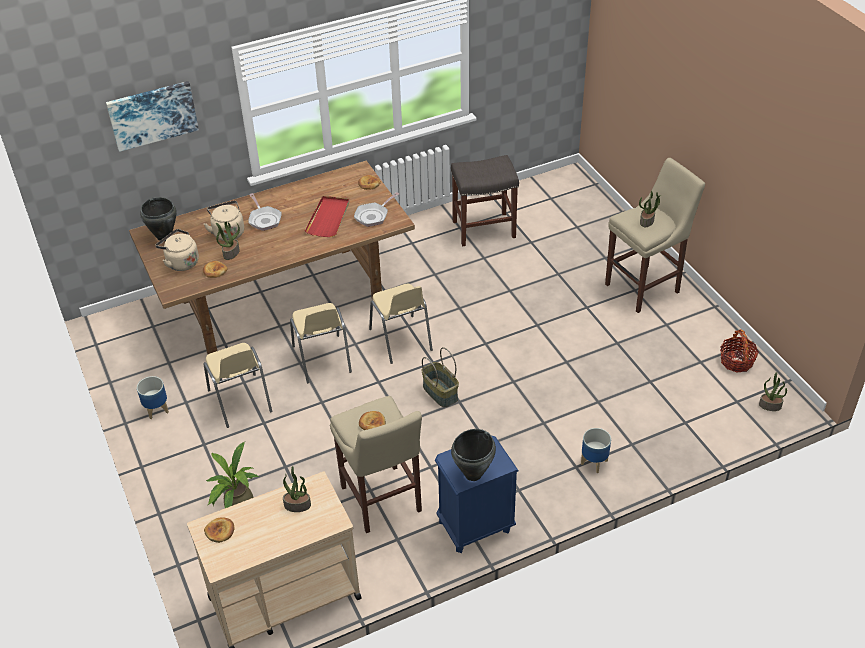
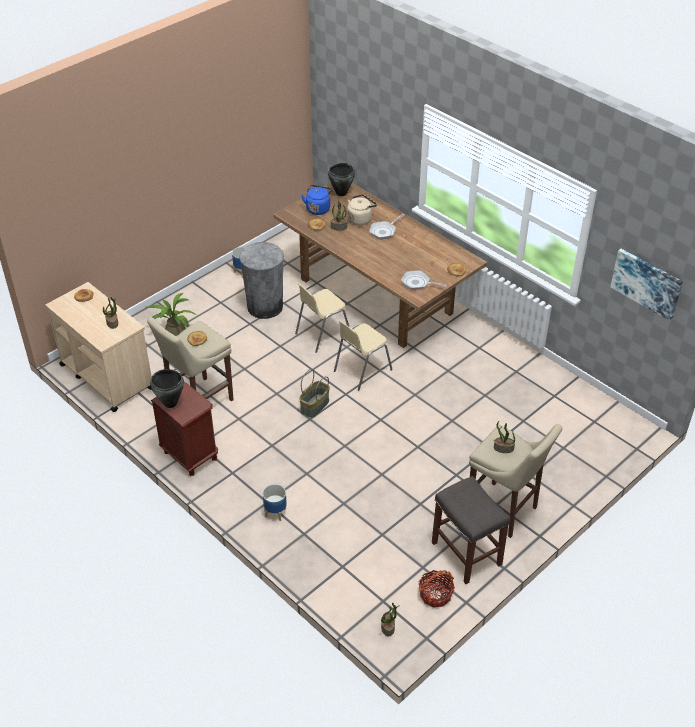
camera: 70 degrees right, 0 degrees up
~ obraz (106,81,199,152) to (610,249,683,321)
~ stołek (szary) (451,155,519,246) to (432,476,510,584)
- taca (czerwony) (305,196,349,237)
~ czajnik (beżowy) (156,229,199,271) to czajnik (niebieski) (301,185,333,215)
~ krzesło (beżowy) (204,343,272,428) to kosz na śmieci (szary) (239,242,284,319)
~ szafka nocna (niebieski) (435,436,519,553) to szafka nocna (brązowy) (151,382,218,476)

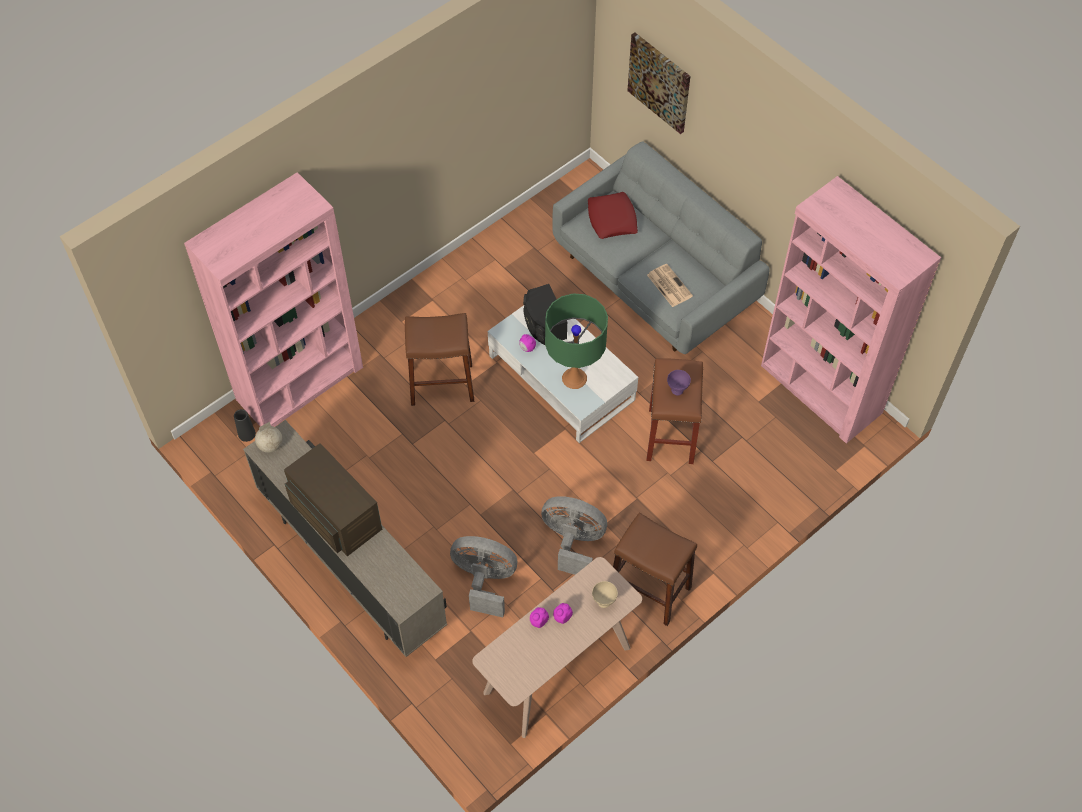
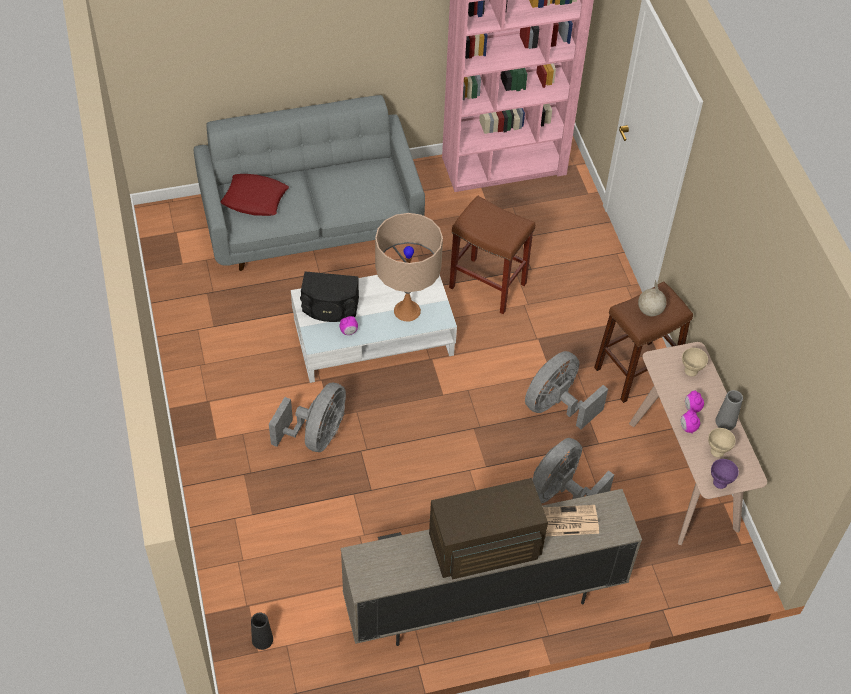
camera: 65 degrees left, 5 degrees down
- obraz (627,32,690,134)
- regał (różowy) (184,172,363,427)
~ gazeta (647,264,693,307) to (543,505,599,536)
~ lampa stołowa (zielony) (545,293,608,389) to lampa stołowa (beżowy) (375,213,443,321)
~ stołek (brązowy) (405,313,474,406) to wentylator (szary) (269,383,346,452)
~ miska (fioletowy) (667,370,691,395) to (711,459,739,489)
~ globus (255,422,282,453) to (638,279,666,316)
+ wazon (szary) (715,390,743,430)
+ miska (beżowy) (708,428,736,457)

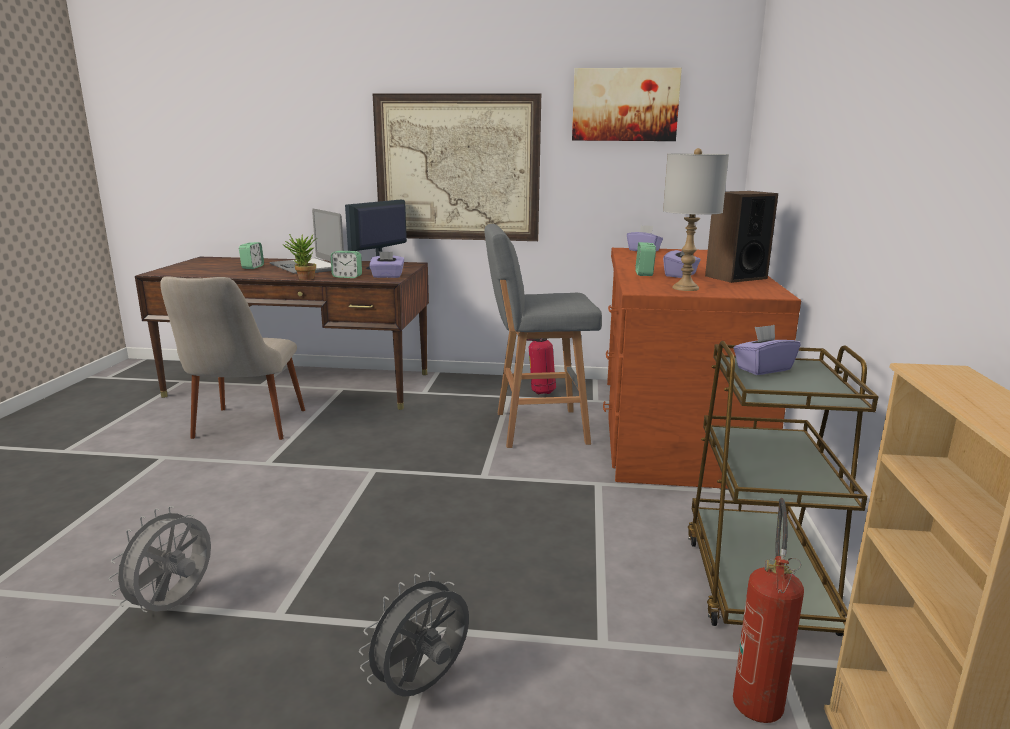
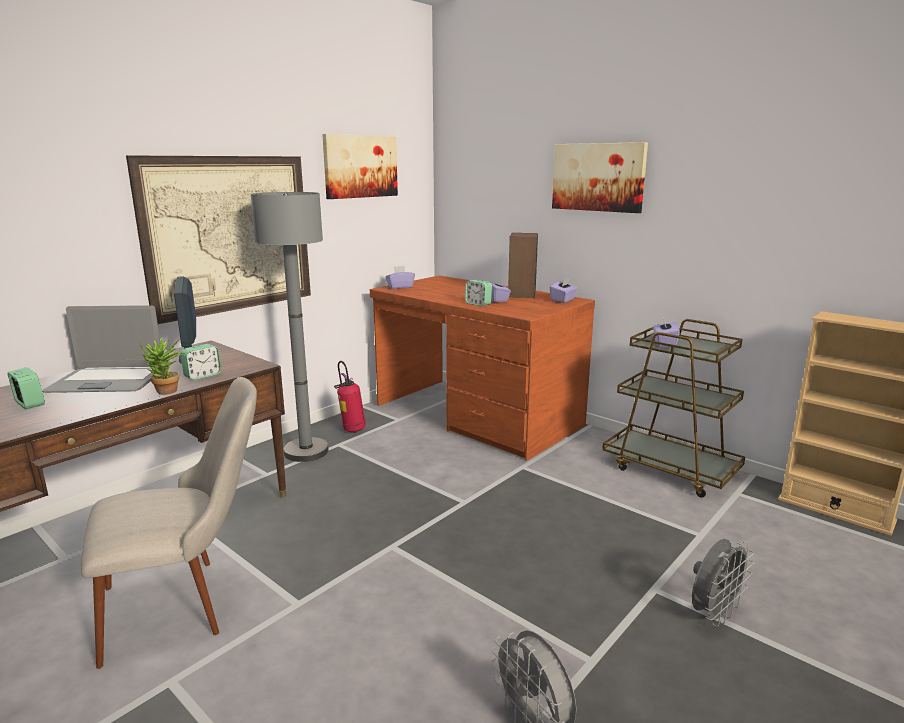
camera: 55 degrees left, 0 degrees up
- lampa stołowa (szary) (663,148,729,291)
- stołek (szary) (485,224,602,448)
~ pudełko chusteczek (fioletowy) (369,251,404,278) to (550,278,578,303)
~ krzesło (beżowy) (160,277,305,440) = (81,377,257,669) 60 degrees counterclockwise
- gaśnica (733,498,804,723)
~ wentylator (szary) (359,571,469,697) = (692,539,754,627) 120 degrees counterclockwise
+ obraz (552,142,648,213)
+ lampa stojąca (szary) (251,192,329,462)

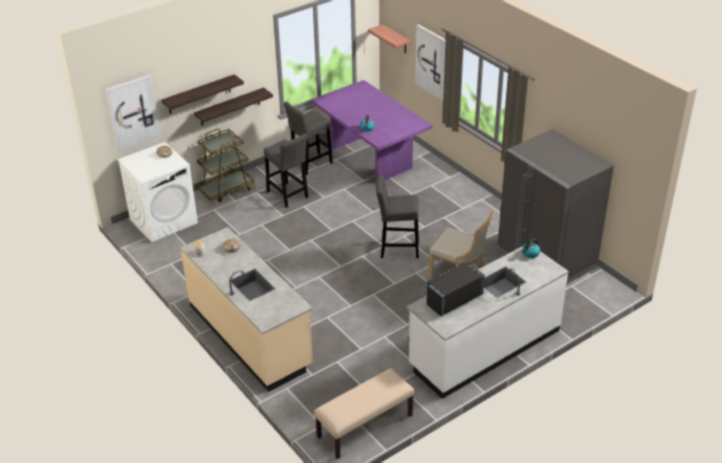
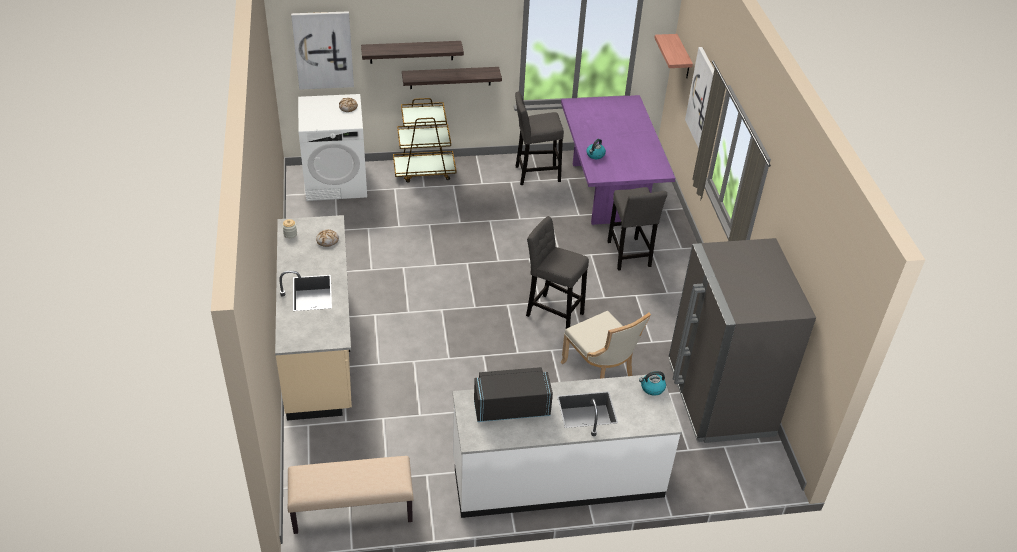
camera: 25 degrees right, 5 degrees up
~ stołek (szary) (264,134,308,208) to (607,187,667,271)

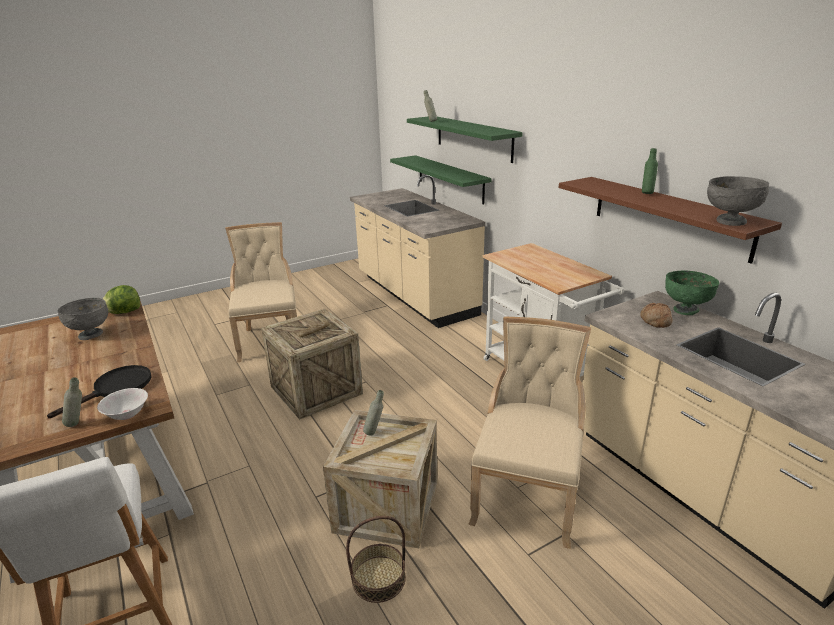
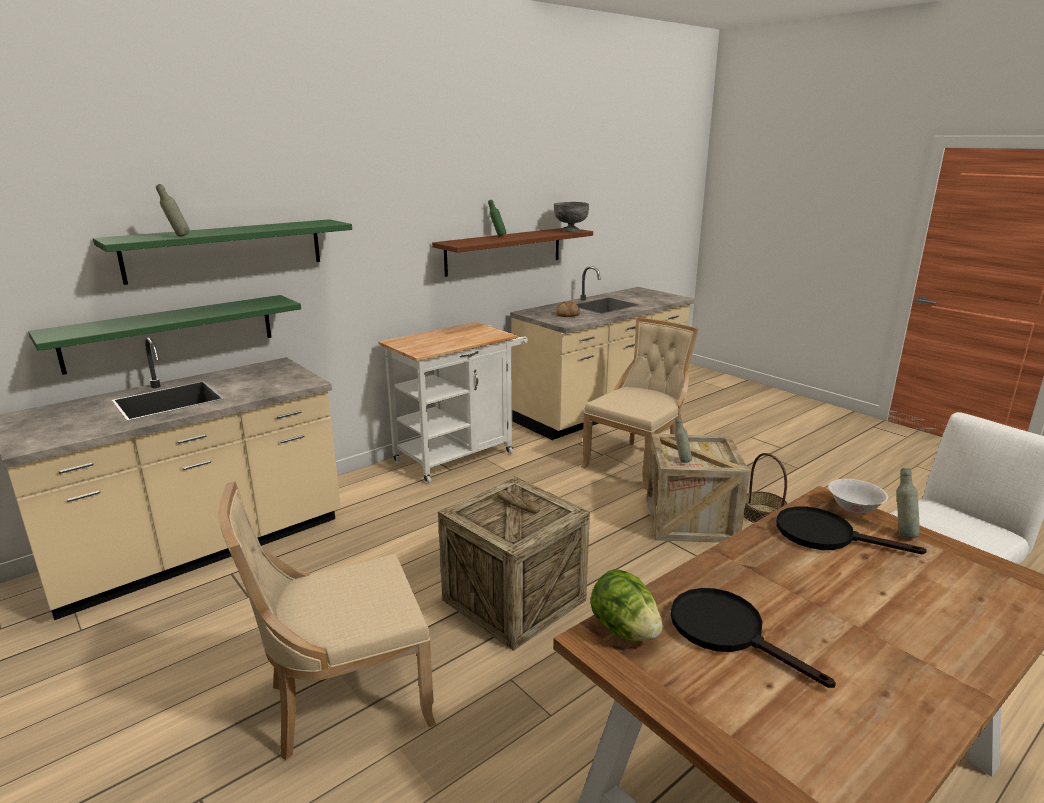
camera: 100 degrees left, 5 degrees down
- miska (zielony) (665,270,720,315)
~ miska (szary) (57,298,108,340) to patelnia (czarny) (671,588,836,688)
~ krzesło (beżowy) (468,317,591,549) = (581,318,699,490) 120 degrees clockwise

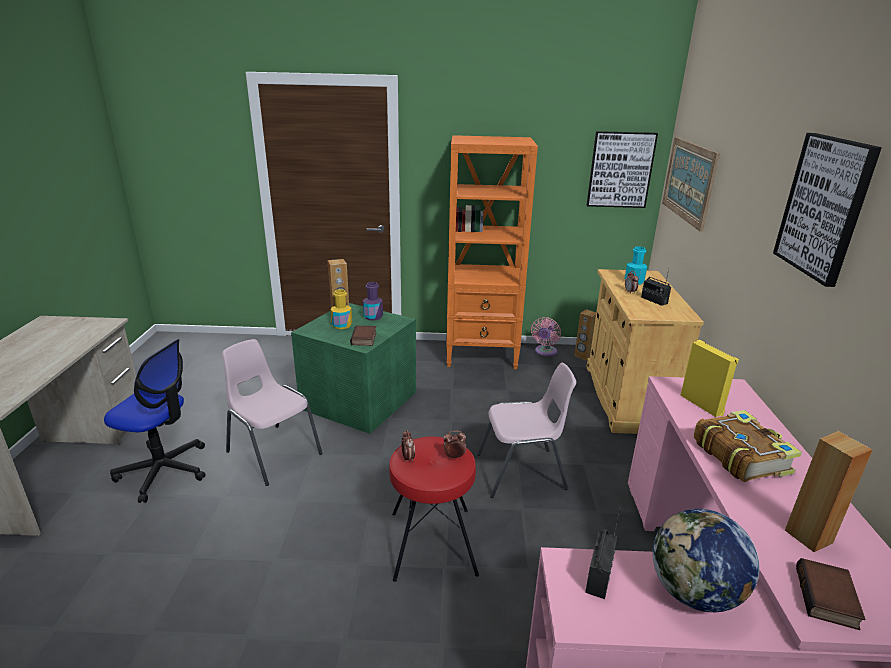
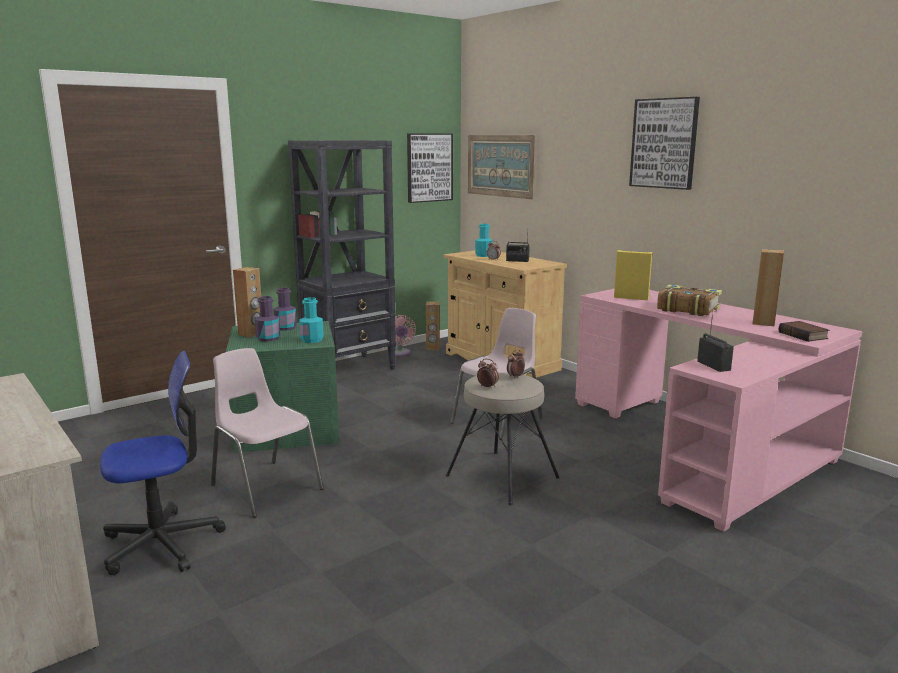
camera: 40 degrees left, 10 degrees down
~ regał (pomarańczowy) (446,135,538,369) to regał (czarny) (288,140,396,370)
~ butelka (żółty) (331,289,352,329) to butelka (fioletowy) (255,296,280,341)
~ książka (350,326,376,346) to butelka (turkusowy) (299,297,324,343)
~ krzesło (różowy) (222,339,322,486) = (211,348,324,518) 45 degrees clockwise
~ stołek (czerwony) (389,436,479,582) to stołek (beżowy) (446,373,559,505)
- globus (652,509,760,612)

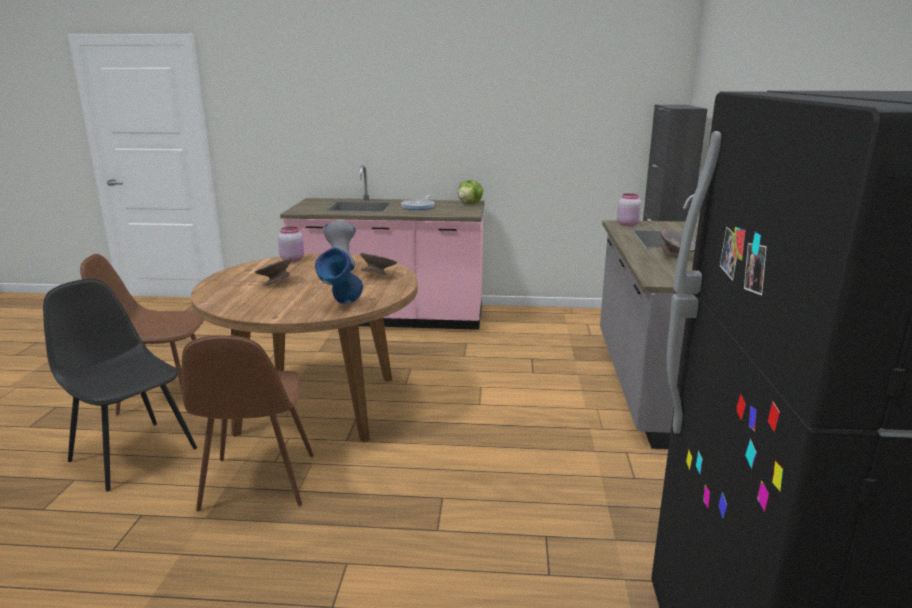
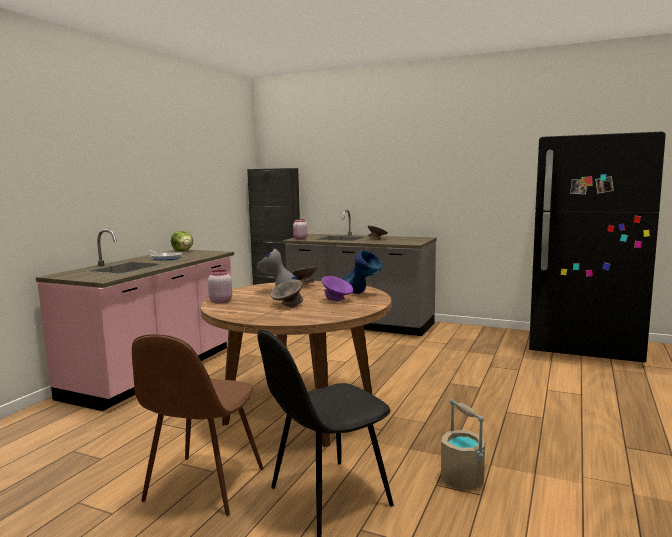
camera: 70 degrees left, 10 degrees down
- krzesło (brązowy) (181,335,314,511)
+ miska (fioletowy) (322,276,353,301)
+ wiadro (beżowy) (441,399,485,490)

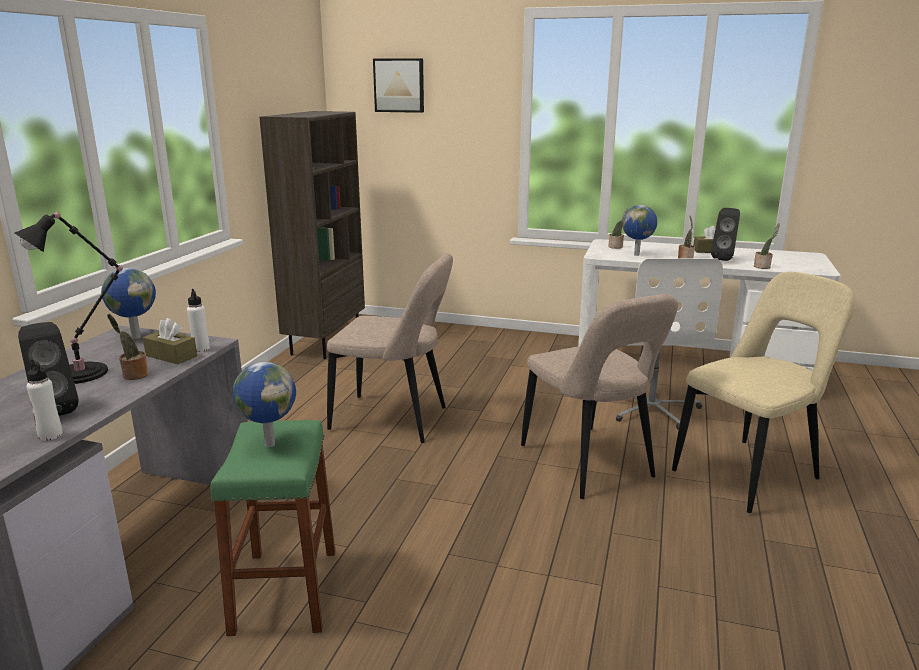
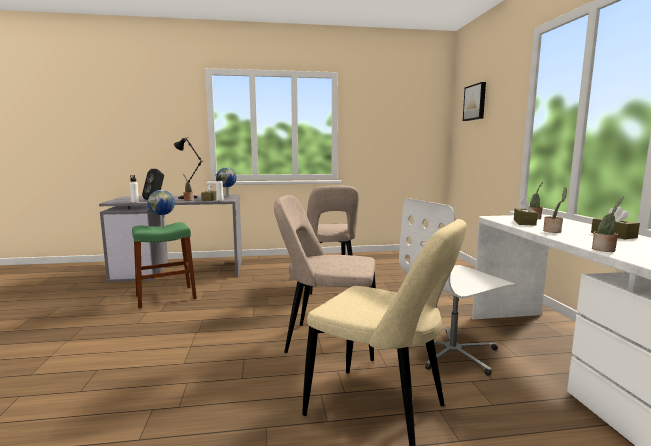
camera: 65 degrees right, 10 degrees down
- regał (brązowy) (259,111,365,359)
~ globus (622,205,657,256) to pudełko chusteczek (brązowy) (514,198,538,226)
- głośnik (czarny) (711,208,740,261)
~ krzesło (beżowy) (521,294,678,499) = (274,195,376,361) 60 degrees clockwise

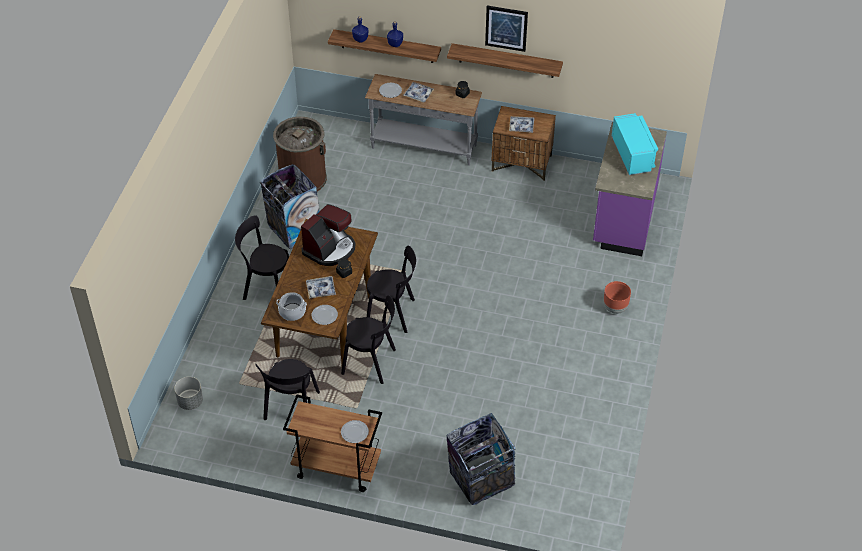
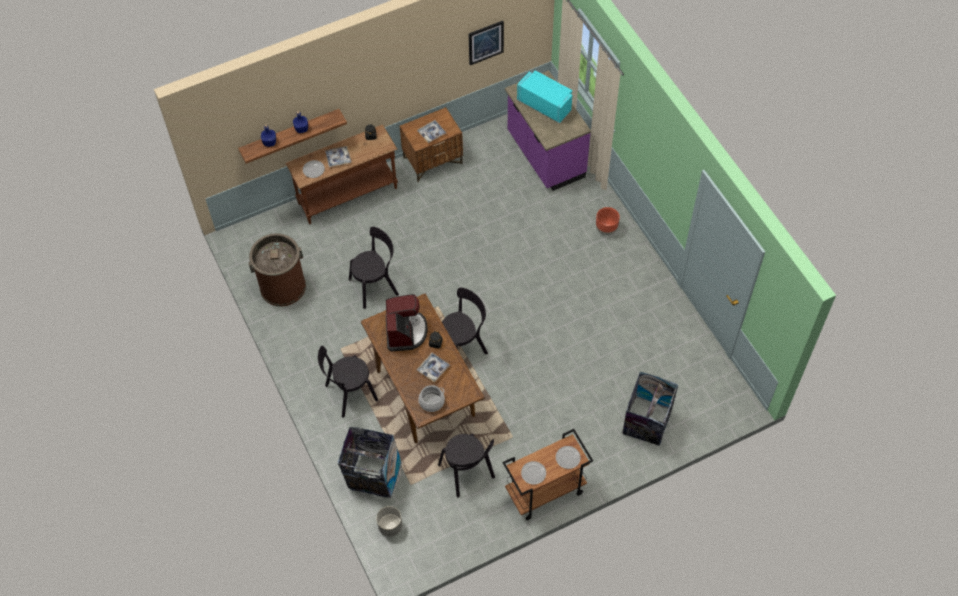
camera: 40 degrees left, 10 degrees up
~ obraz (485,6,528,52) to (469,20,504,65)
- półka (447,43,563,78)
~ stolik konsolowy (szary) (365,74,482,166) to stolik konsolowy (brązowy) (286,125,398,224)
~ kosz na śmieci (260,164,319,249) to (338,427,403,498)
~ krzesło (czarny) (341,295,396,384) to (349,227,399,309)
~ talerz (312,305,338,325) to (521,461,546,485)

